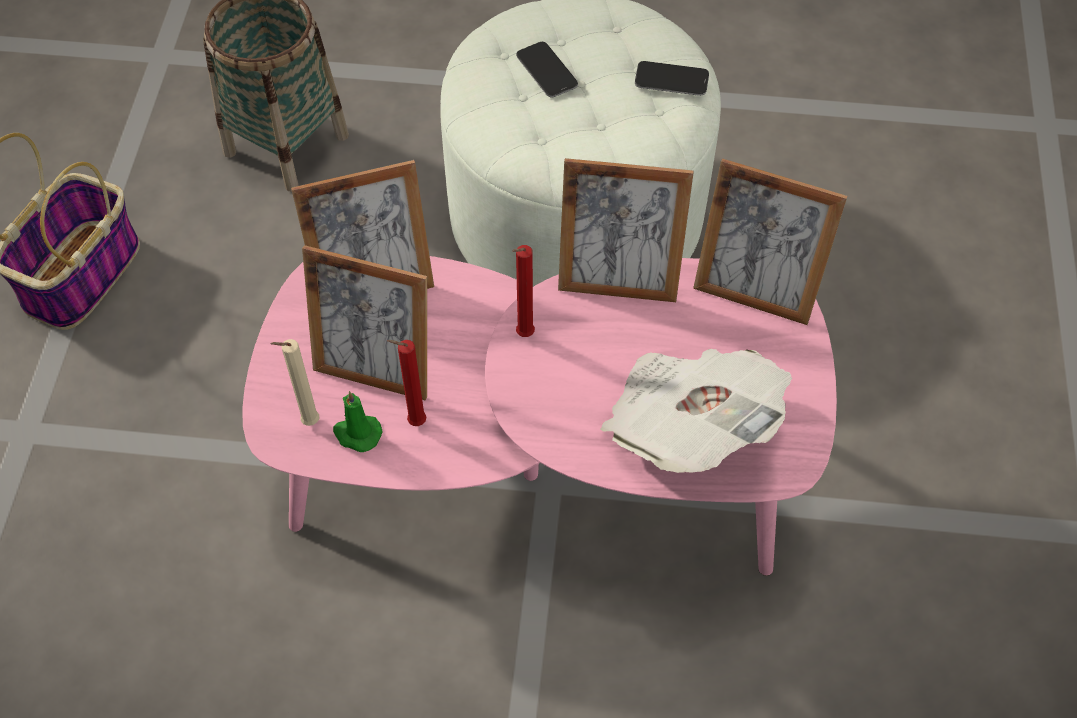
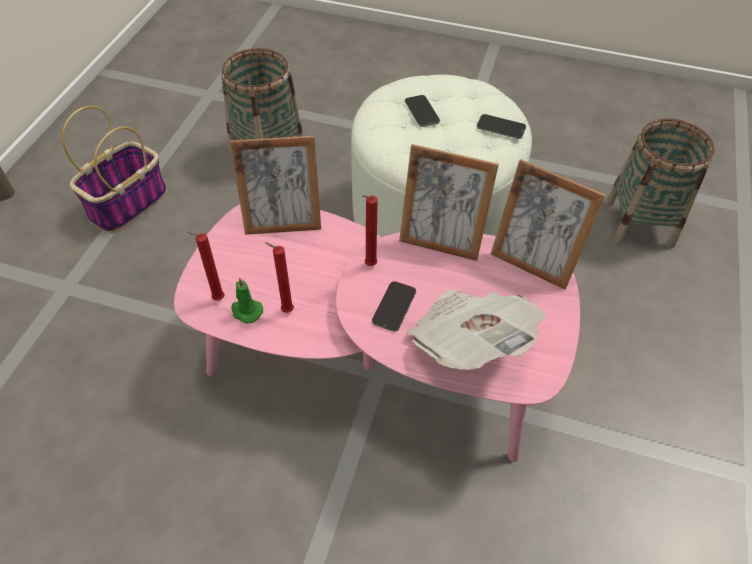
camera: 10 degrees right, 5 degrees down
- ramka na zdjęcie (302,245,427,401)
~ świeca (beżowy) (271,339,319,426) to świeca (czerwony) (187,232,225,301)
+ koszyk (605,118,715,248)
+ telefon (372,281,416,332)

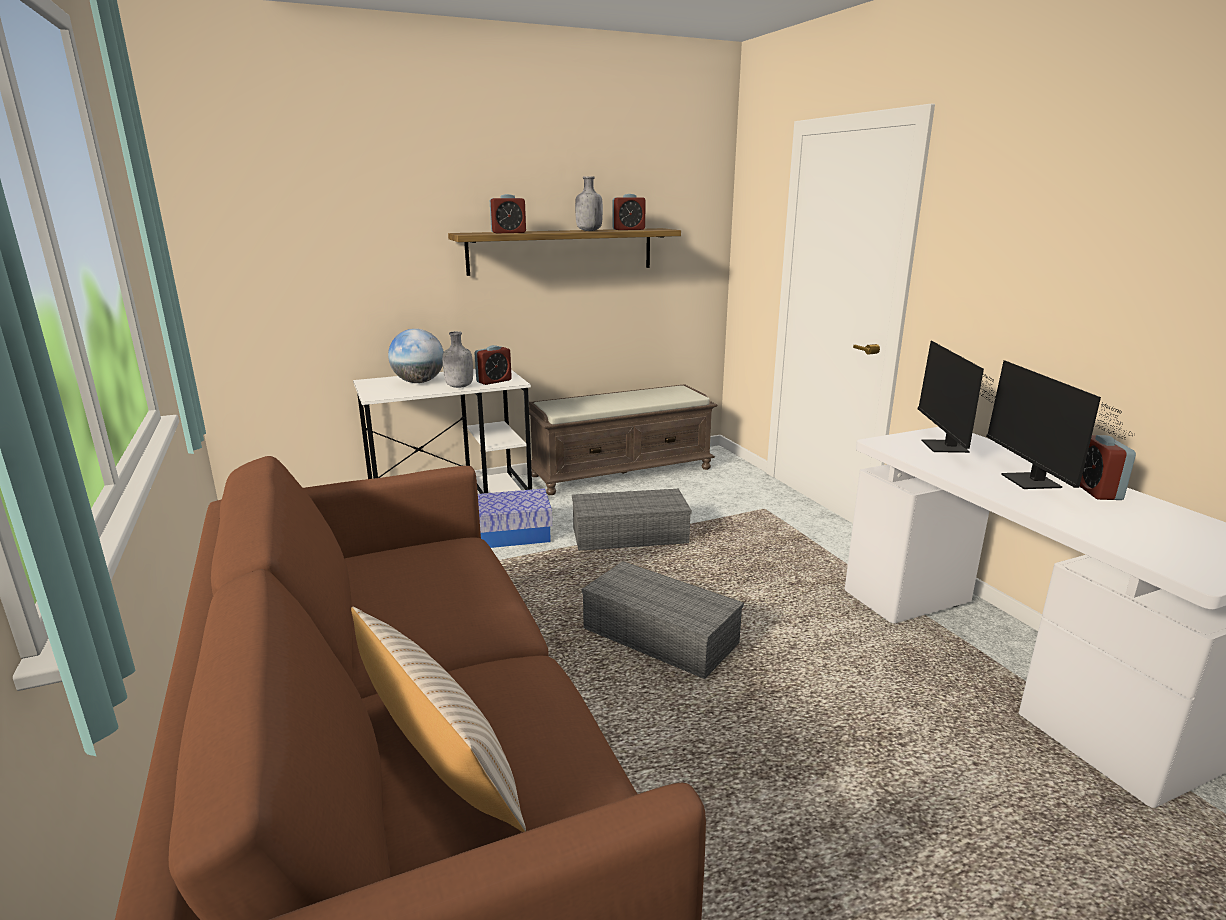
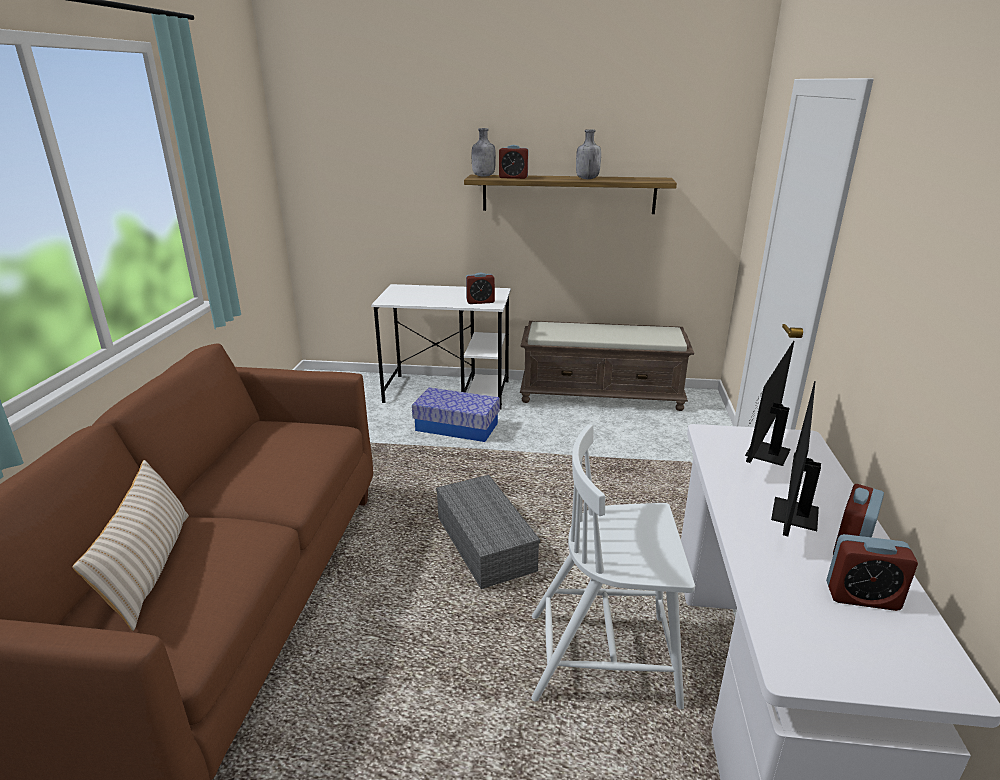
camera: 30 degrees right, 5 degrees up
~ budzik (613,194,646,230) to (826,534,918,611)
- globus (388,329,444,383)
~ butelka (szary) (442,331,473,388) to (472,128,496,177)
- pojemnik do przechowywania (szary) (572,489,692,551)
+ krzesło (biały) (531,424,695,709)

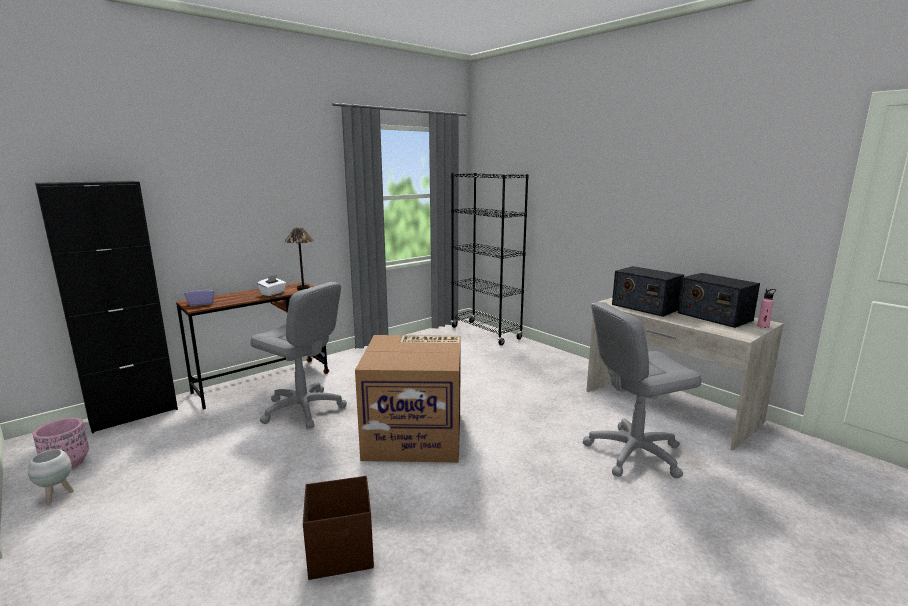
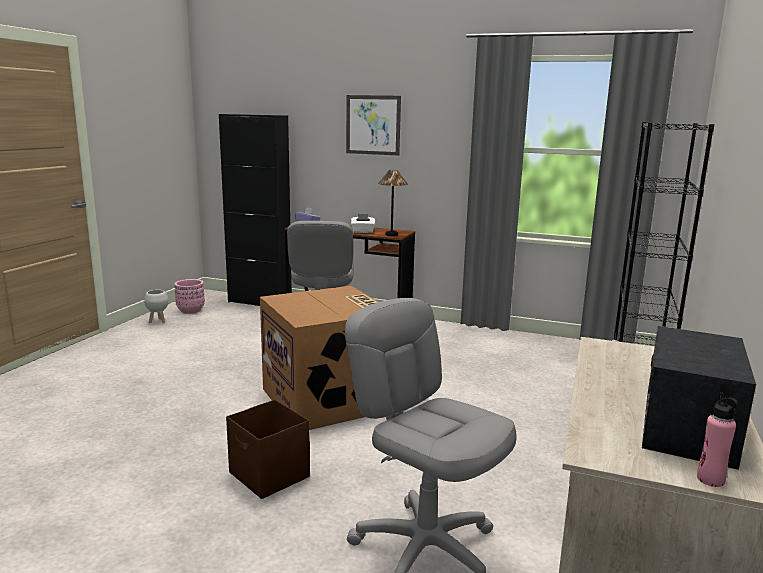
camera: 60 degrees right, 0 degrees up
- radio (612,266,684,317)
~ pojemnik do przechowywania (brązowy) (303,476,374,580) to (226,400,310,499)
+ obraz (346,95,401,156)

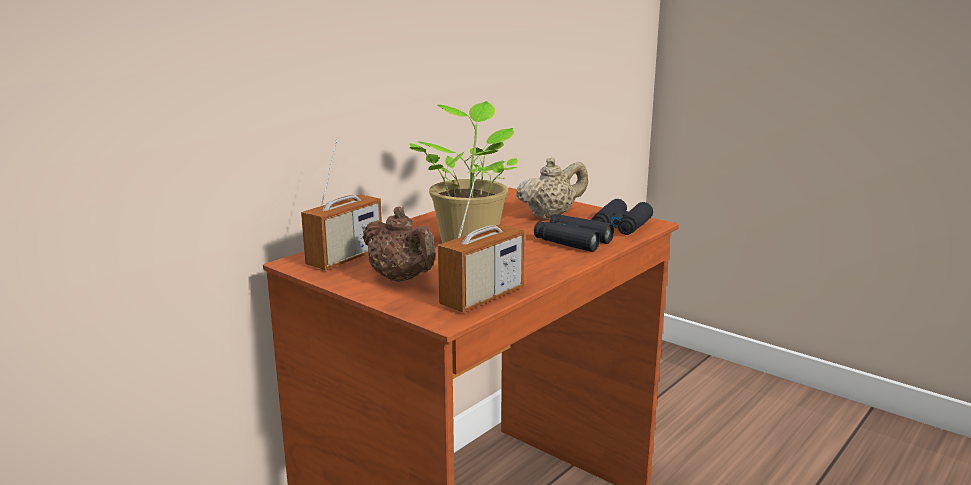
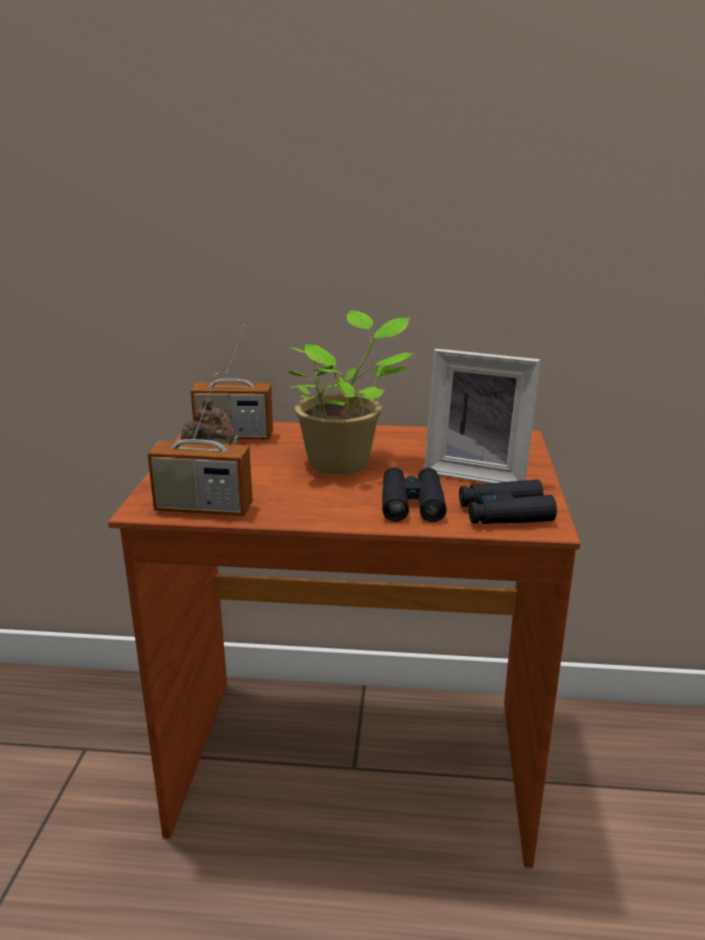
camera: 55 degrees right, 5 degrees up
~ imbryk (beżowy) (516,158,588,219) to ramka na zdjęcie (424,349,541,483)

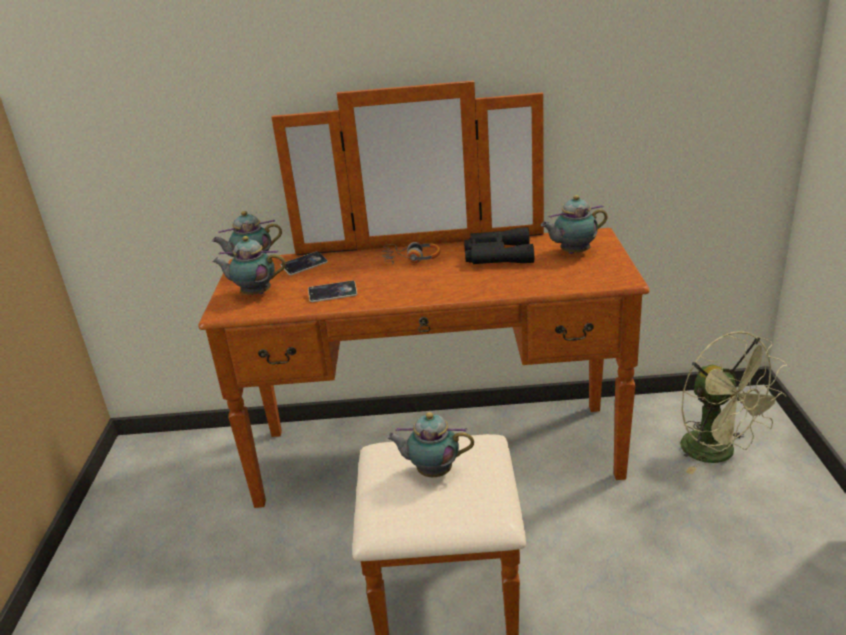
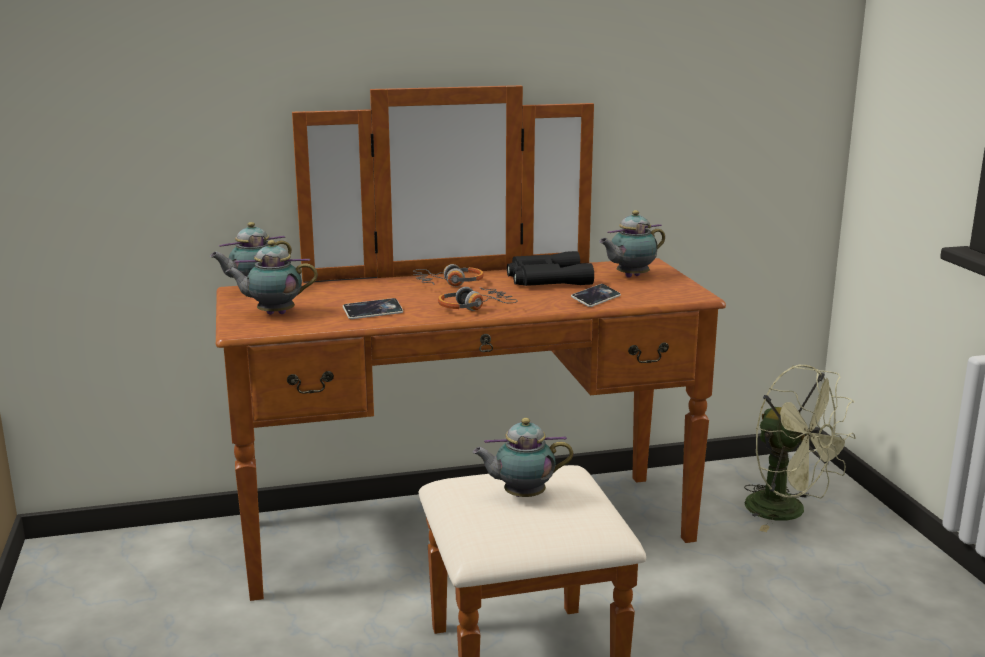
camera: 15 degrees left, 10 degrees down
~ telefon (281,251,328,275) to (571,284,621,307)
+ słuchawki (438,287,518,311)

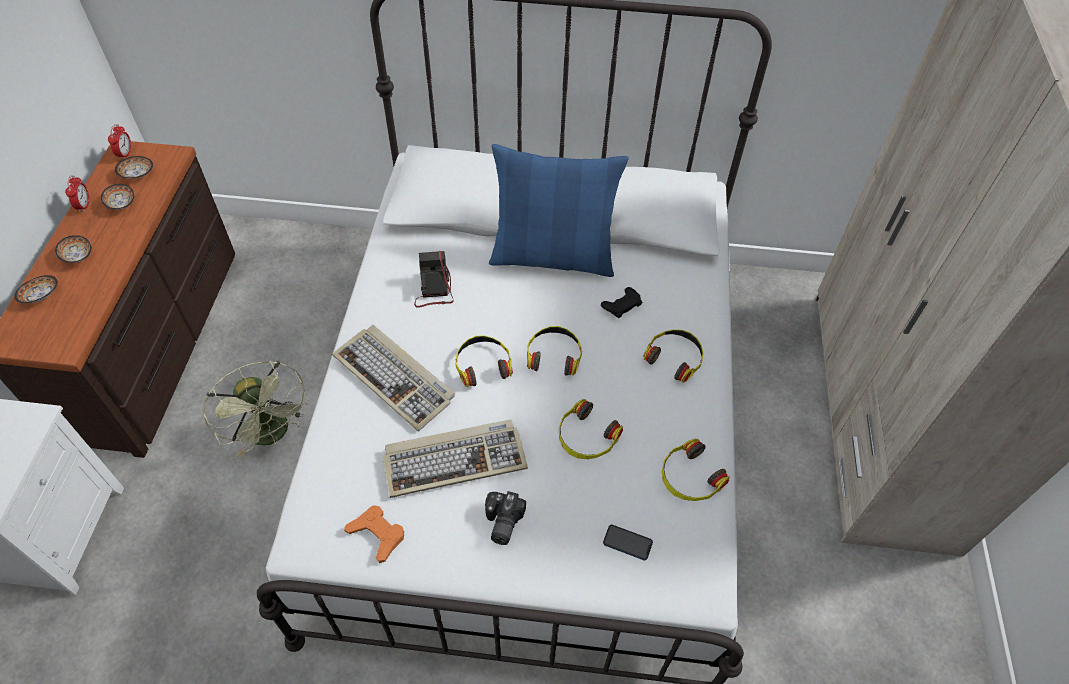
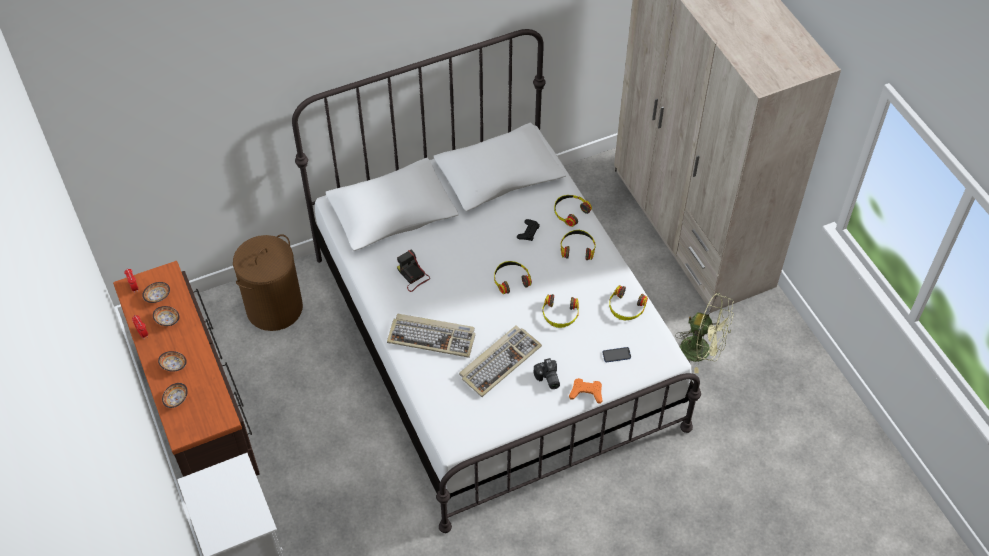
camera: 30 degrees left, 0 degrees up
- poduszka (niebieski) (489,144,629,277)
~ słuchawki (455,335,513,387) to (554,195,592,227)
~ wentylator (zielony) (203,361,310,458) to (675,292,734,373)
~ pad do gier (pomarańczowy) (344,505,404,563) to (569,378,603,404)
+ kosz na pranie (brązowy) (233,234,303,331)

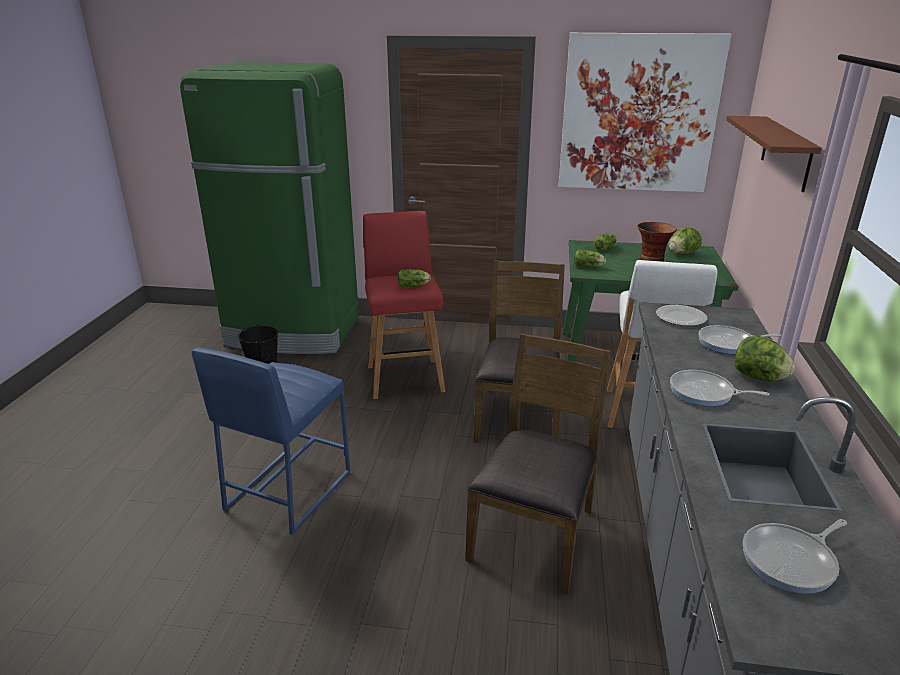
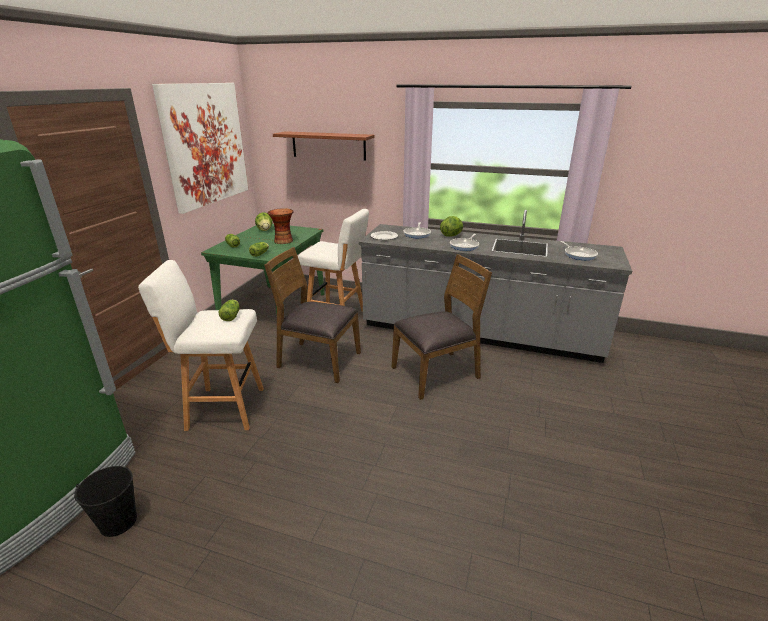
camera: 80 degrees left, 0 degrees up
~ stołek (czerwony) (363,211,445,399) to stołek (biały) (138,260,264,431)
~ krzesło (brązowy) (465,334,611,595) = (392,254,492,400) 120 degrees clockwise
- stołek (niebieski) (191,347,350,535)

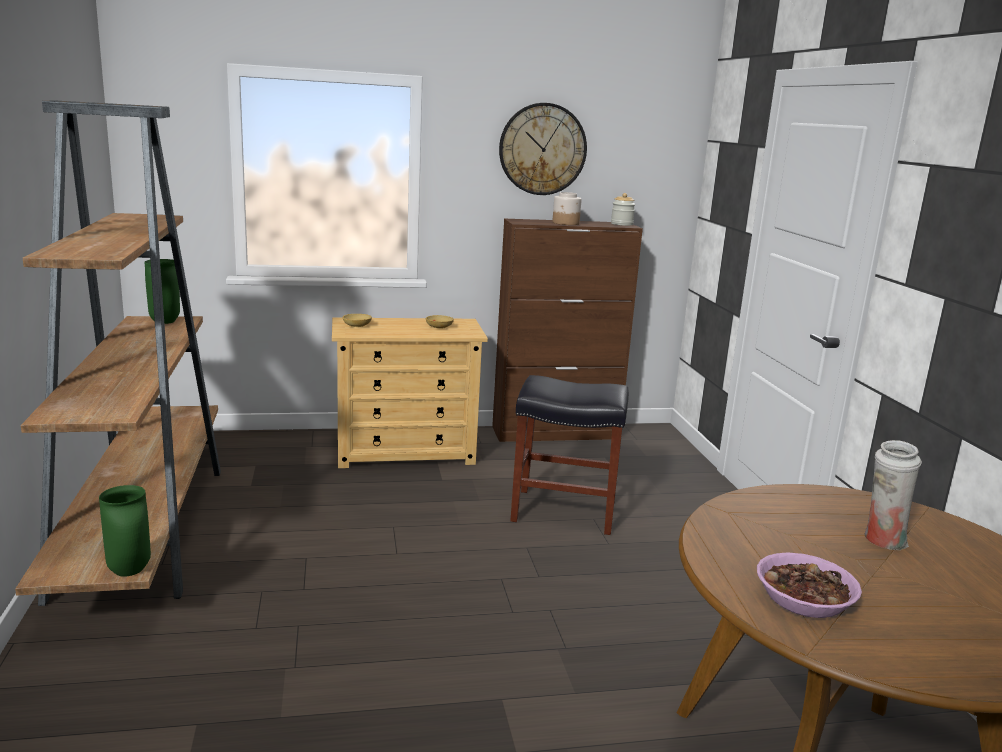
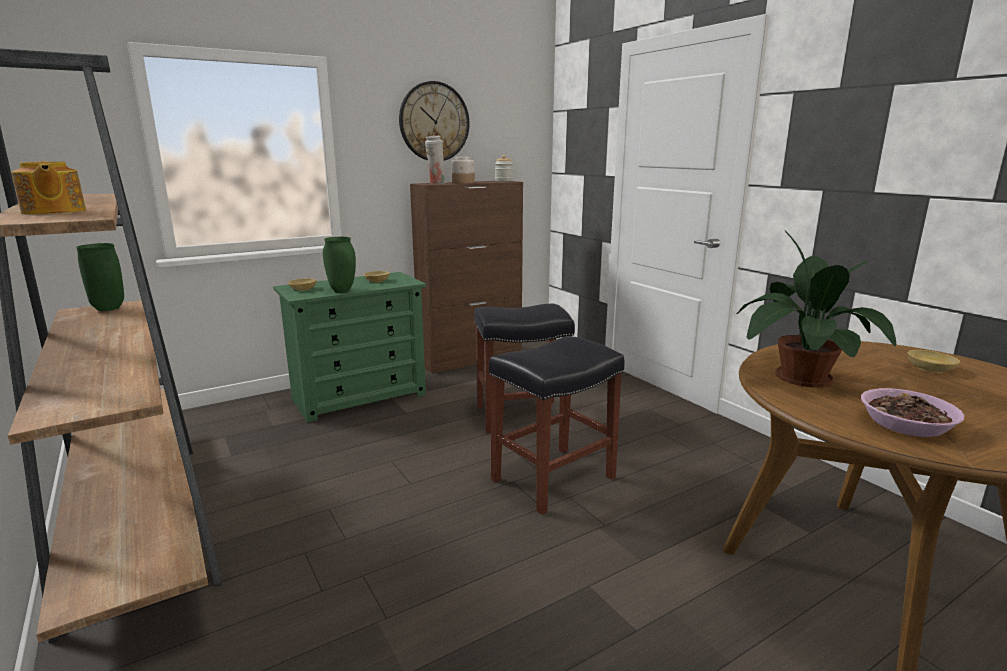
camera: 20 degrees left, 0 degrees up
~ komoda (beżowy) (332,318,488,468) to komoda (zielony) (273,272,426,423)
~ wazon (biały) (865,440,922,550) to (425,136,447,184)
~ wazon (zielony) (99,485,151,577) to (323,237,356,293)
+ imbryk (11,161,86,215)
+ roślina doniczkowa (737,231,897,388)
+ stołek (czarny) (489,336,624,515)
+ miska (beżowy) (907,350,960,373)

